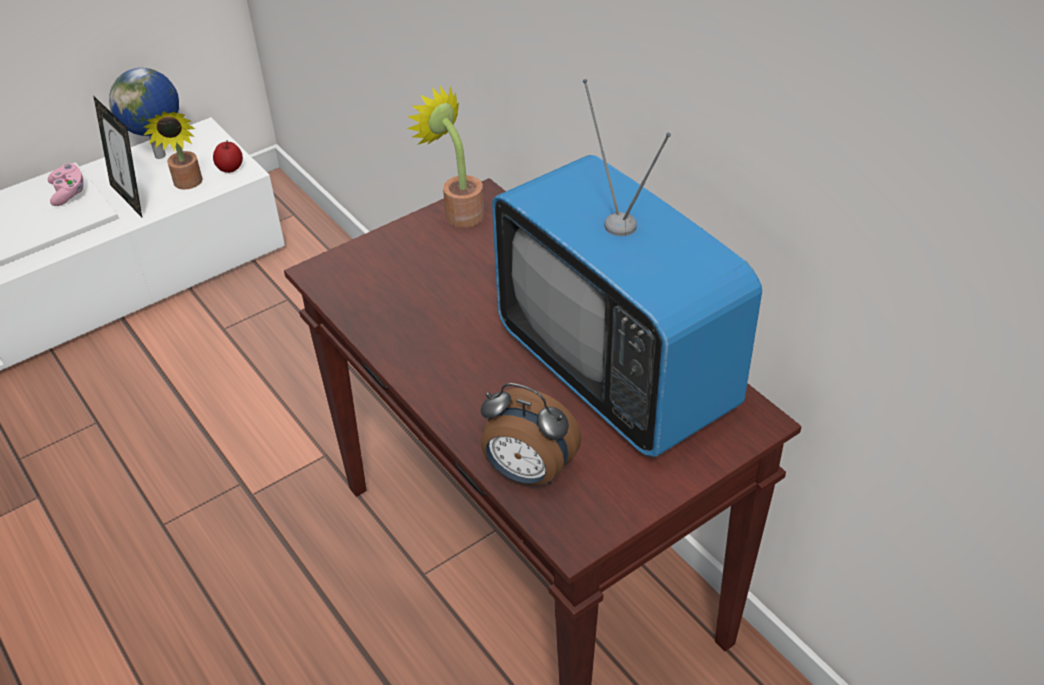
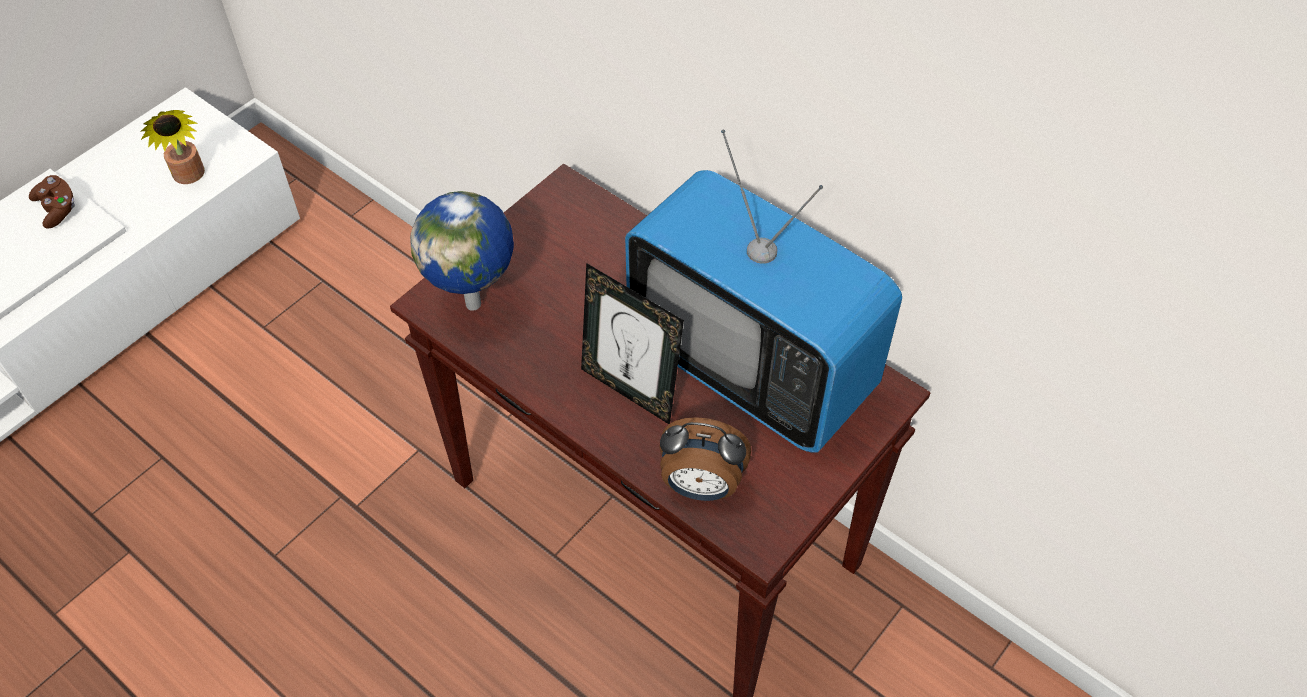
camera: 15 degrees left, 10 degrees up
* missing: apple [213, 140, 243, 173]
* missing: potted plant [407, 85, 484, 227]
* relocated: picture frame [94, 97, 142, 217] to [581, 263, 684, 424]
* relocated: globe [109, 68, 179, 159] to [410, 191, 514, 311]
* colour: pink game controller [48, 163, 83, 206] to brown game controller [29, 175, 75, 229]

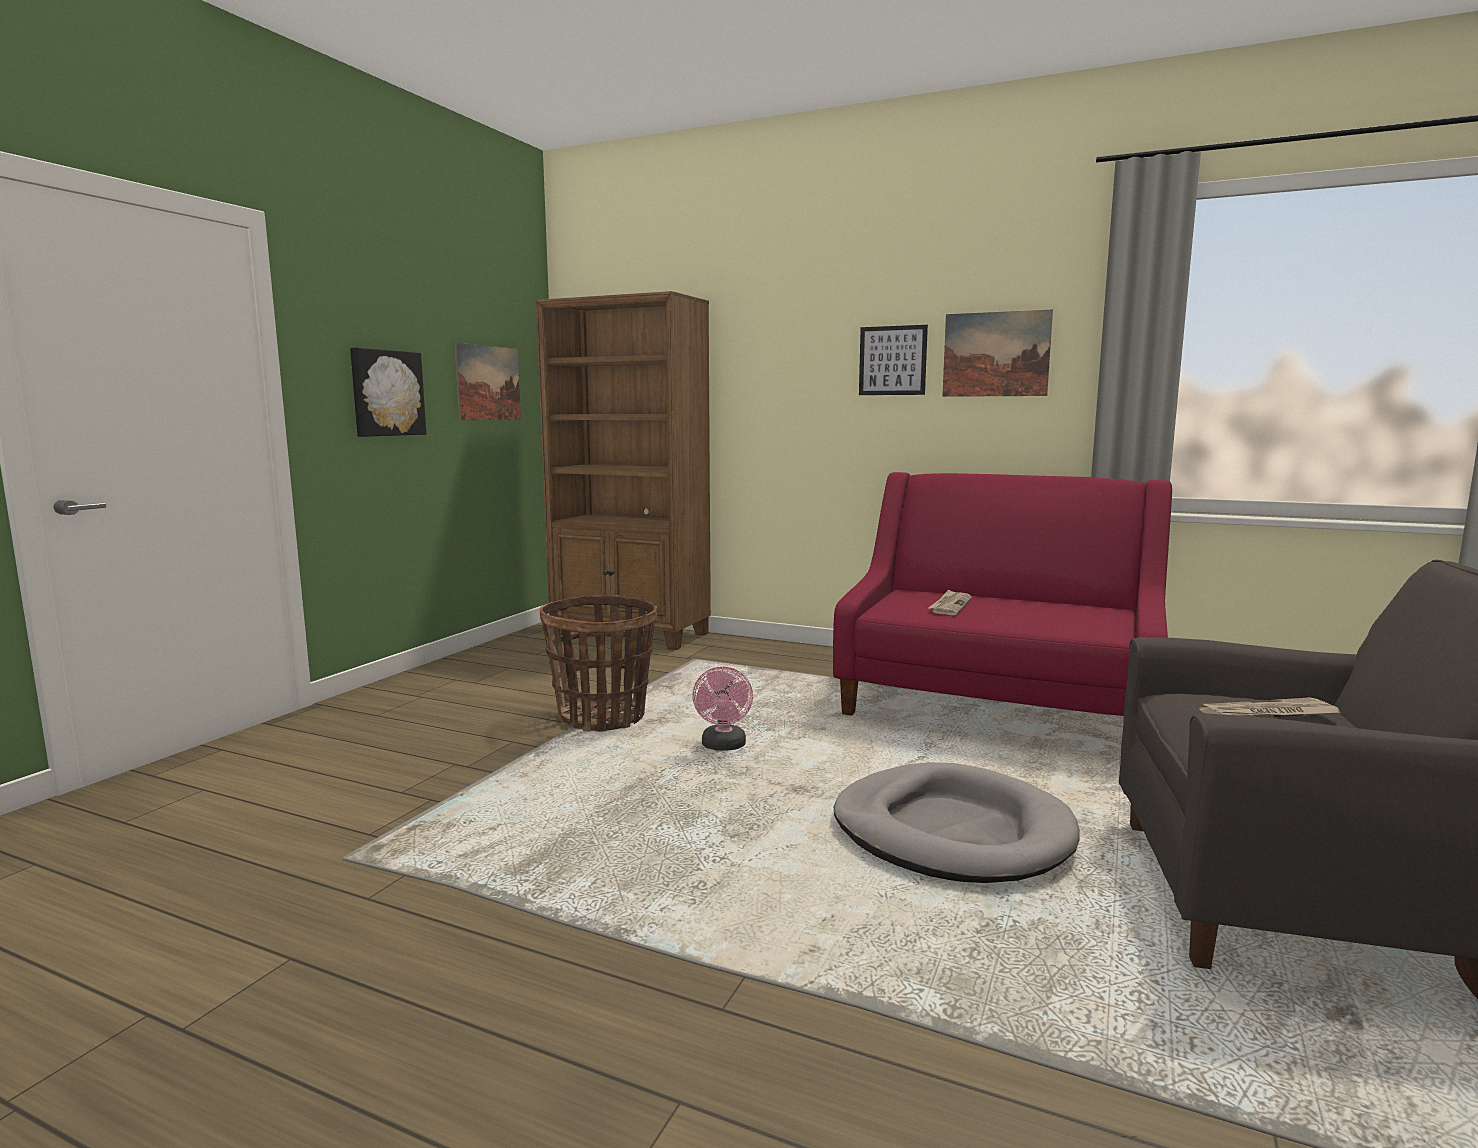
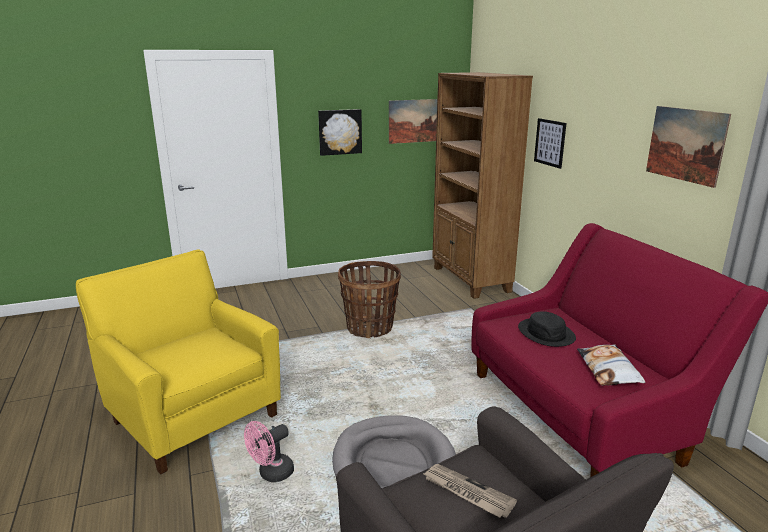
camera: 45 degrees right, 10 degrees up
* appeared: yellow armchair [76, 249, 281, 474]
* appeared: pillow [577, 344, 645, 386]
* relocated: pink fan [692, 666, 753, 751] to [244, 421, 294, 482]
* relocated: picture [859, 325, 928, 395] to [534, 118, 567, 169]
* exchanged: newspaper [928, 590, 972, 615] to black hat [518, 311, 576, 347]

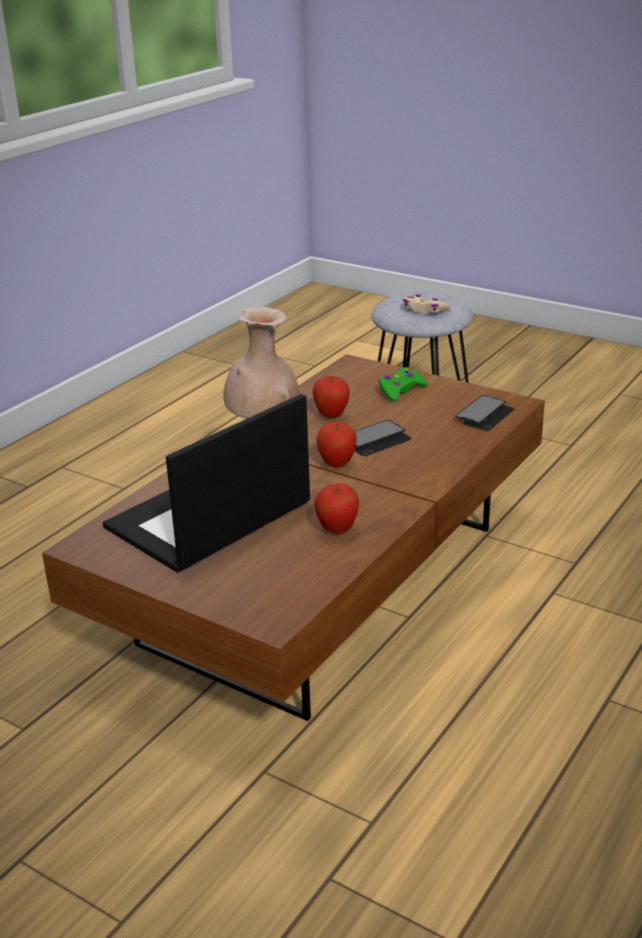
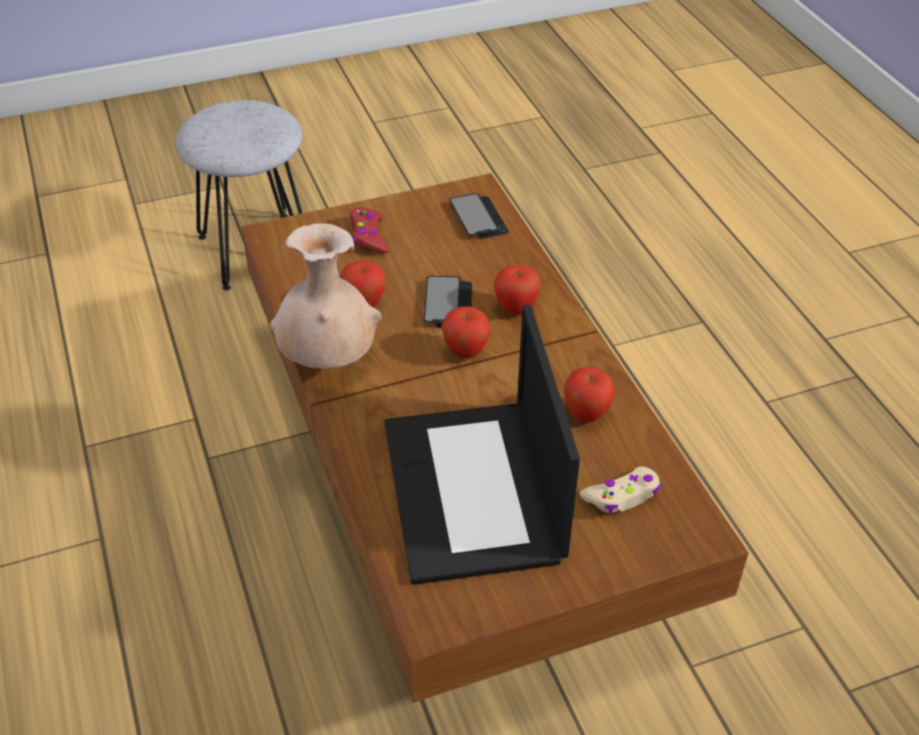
camera: 55 degrees left, 15 degrees up
* appeared: apple [494, 265, 541, 315]
* relocated: beige game controller [403, 295, 451, 314] to [580, 467, 661, 513]
* colour: green game controller [378, 367, 428, 402] to red game controller [350, 208, 389, 254]

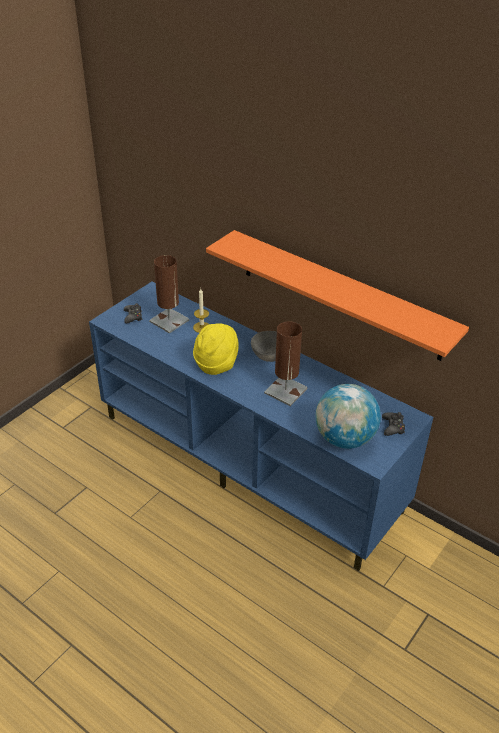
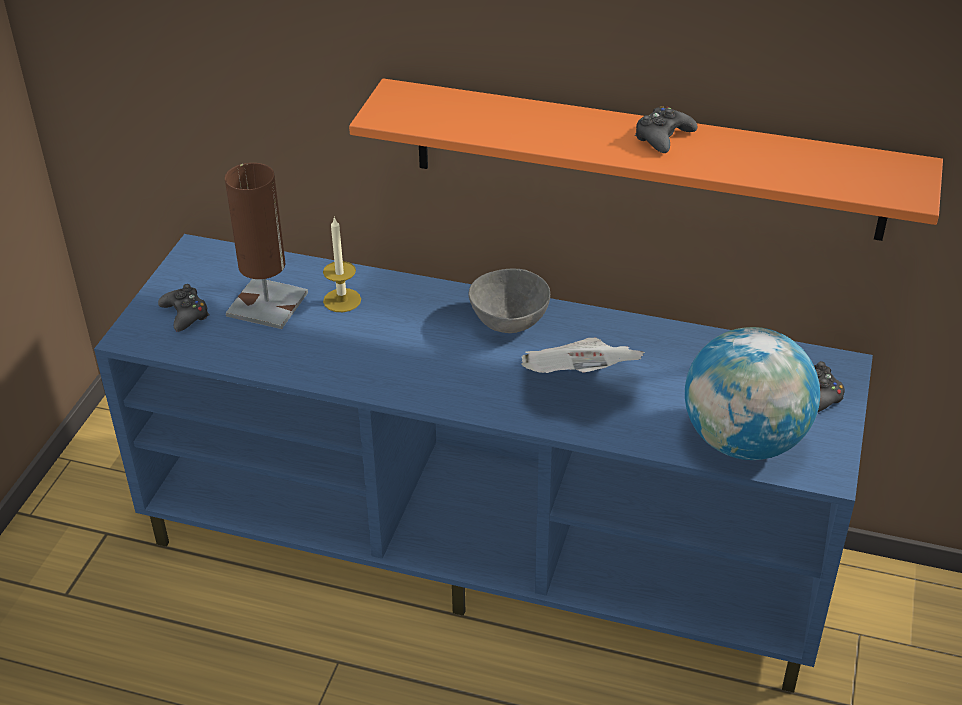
camera: 20 degrees left, 0 degrees up
* missing: yellow hat [193, 323, 239, 375]
* appeared: black game controller [635, 106, 697, 153]
* exchanged: brown table lamp [264, 321, 308, 406] to newspaper [521, 338, 644, 373]

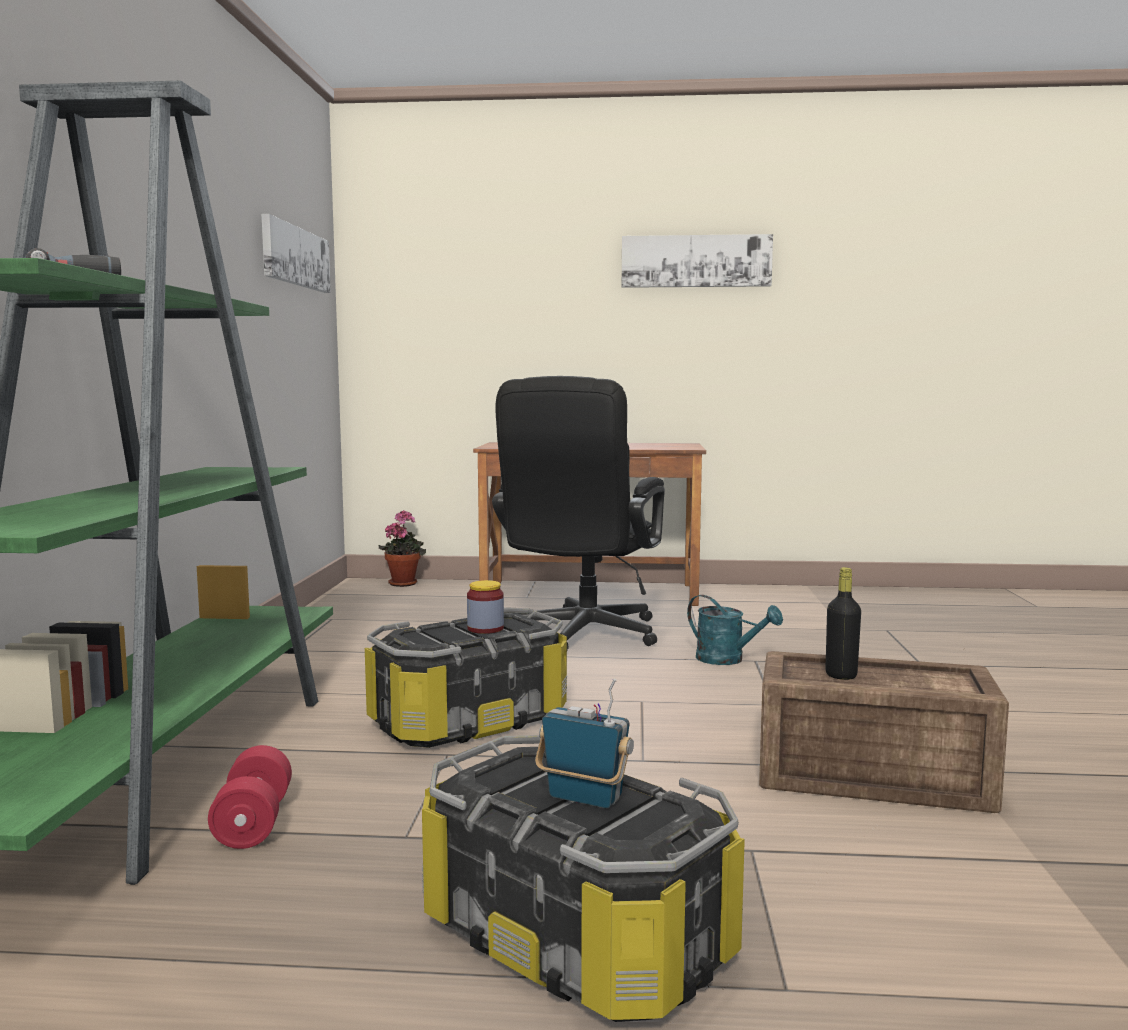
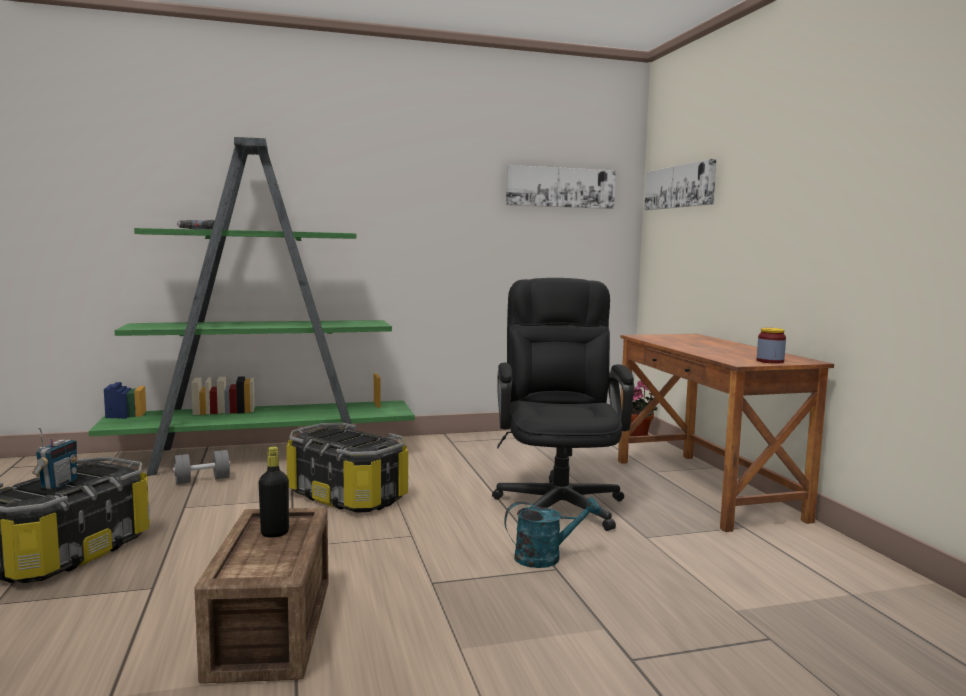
camera: 70 degrees right, 0 degrees up
* relocated: jar [467, 580, 504, 634] to [757, 328, 786, 364]
* relocated: picture [622, 234, 773, 288] to [644, 159, 717, 210]
* colour: red dumbbell [208, 745, 292, 849] to grey dumbbell [173, 450, 230, 484]
* spun: black office chair [492, 376, 665, 649] = [492, 278, 634, 531] 90 degrees clockwise
* spun: turquoise watering can [687, 595, 783, 665] = [504, 497, 601, 568] 120 degrees counterclockwise

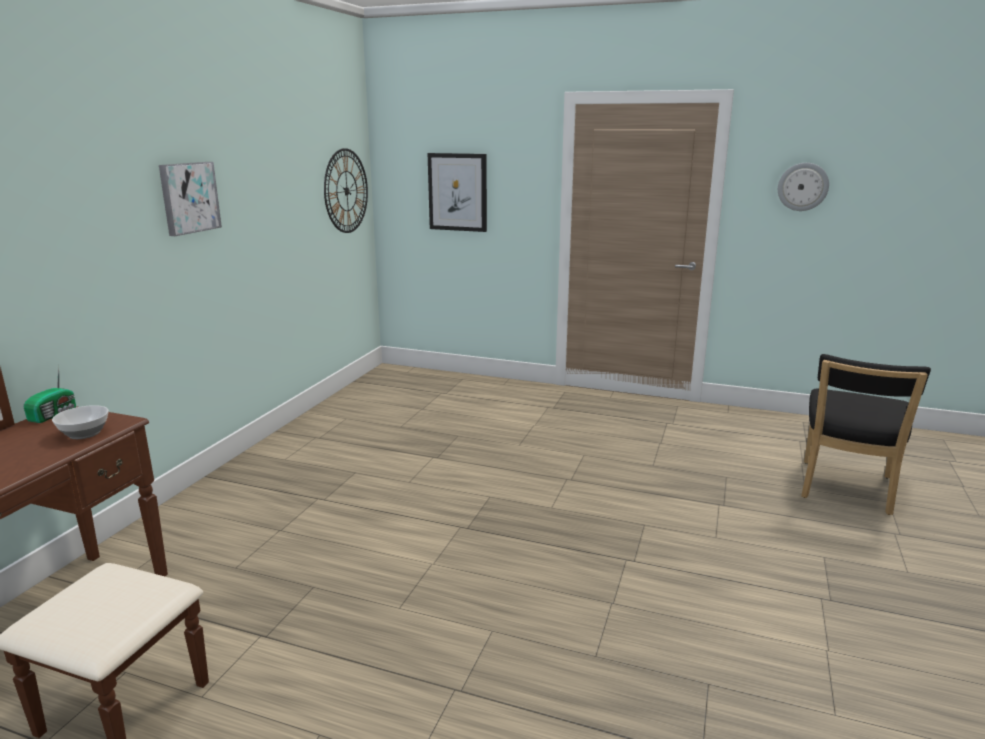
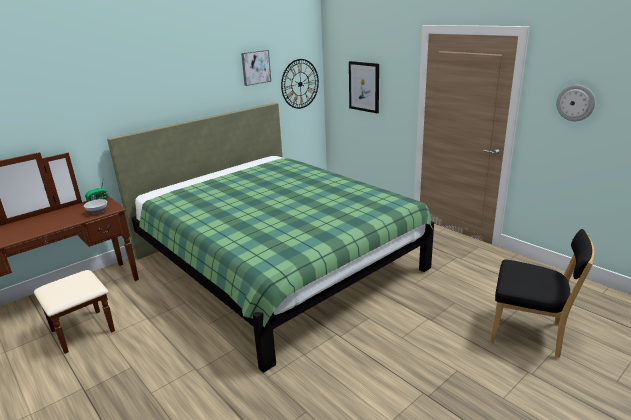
camera: 30 degrees right, 5 degrees up
* appeared: green bed [107, 103, 434, 373]
* relocated: picture [159, 162, 222, 236] to [241, 50, 271, 86]
* spun: black chair [801, 354, 931, 515] = [490, 229, 594, 358] 120 degrees counterclockwise

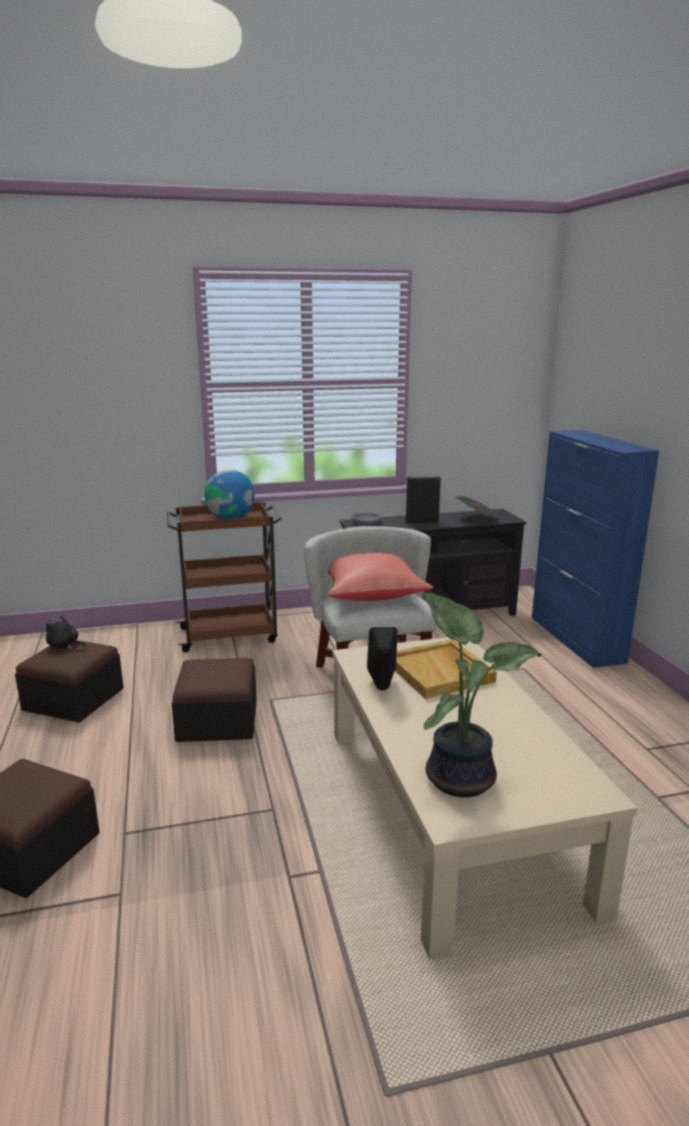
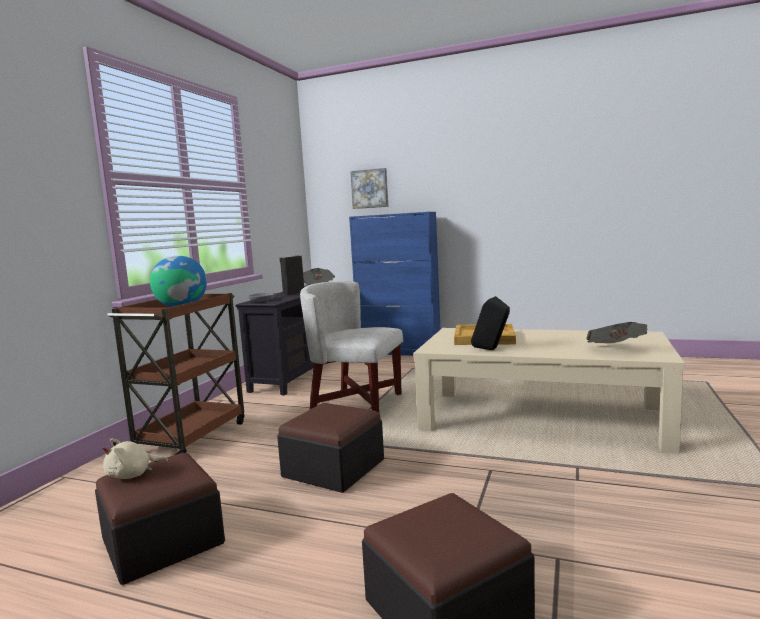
camera: 55 degrees left, 10 degrees down
* missing: red pillow [328, 553, 434, 601]
* appeared: picture [350, 168, 388, 209]
* exchanged: potted plant [421, 593, 541, 797] to newspaper [586, 322, 648, 343]
* colour: black plush toy [46, 616, 86, 649] to beige plush toy [102, 439, 168, 479]

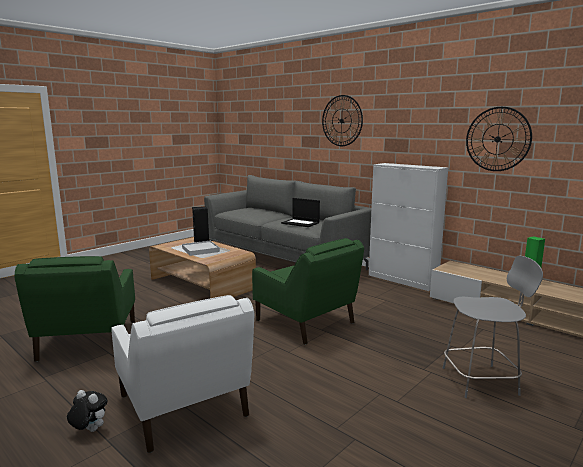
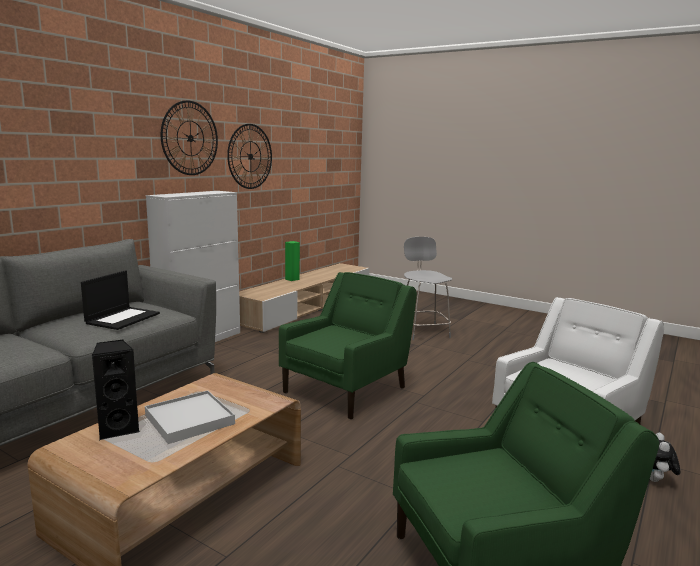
camera: 100 degrees left, 0 degrees up
* relocated: wall clock [322, 95, 363, 146] to [161, 100, 218, 175]

